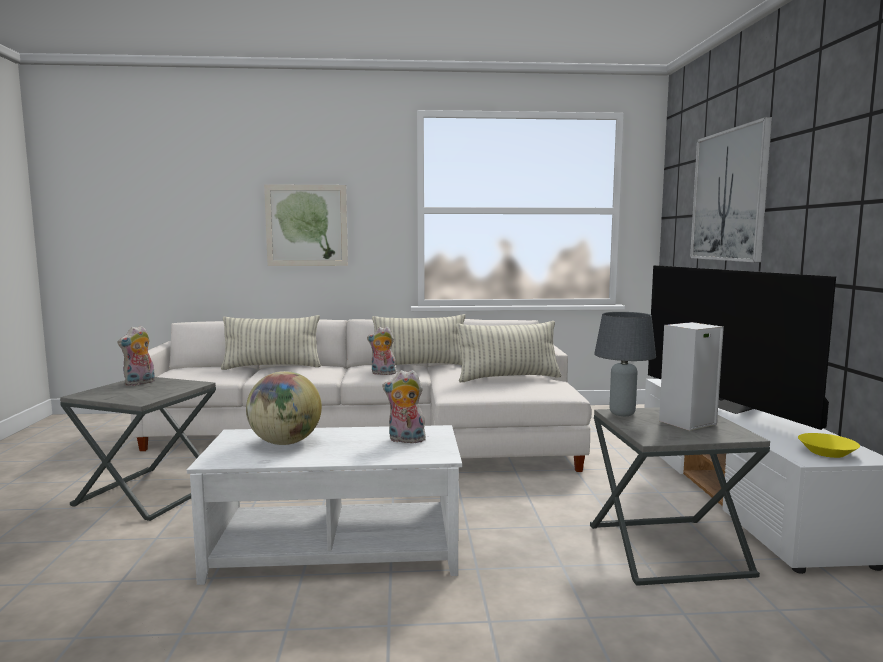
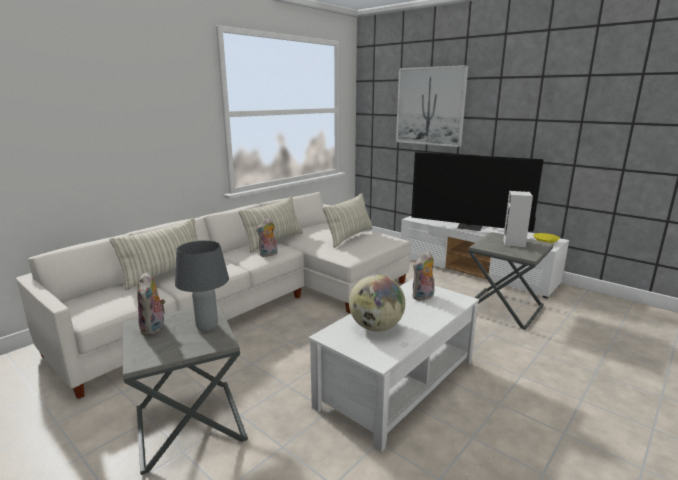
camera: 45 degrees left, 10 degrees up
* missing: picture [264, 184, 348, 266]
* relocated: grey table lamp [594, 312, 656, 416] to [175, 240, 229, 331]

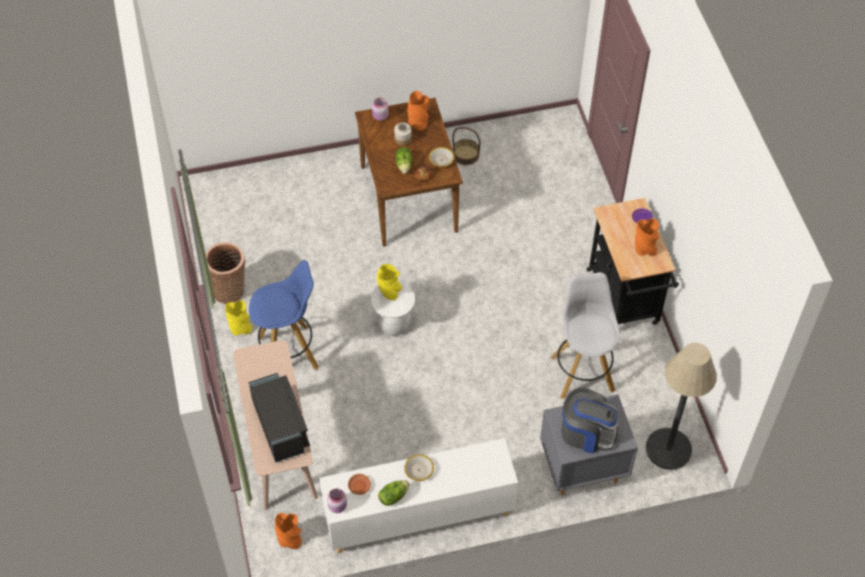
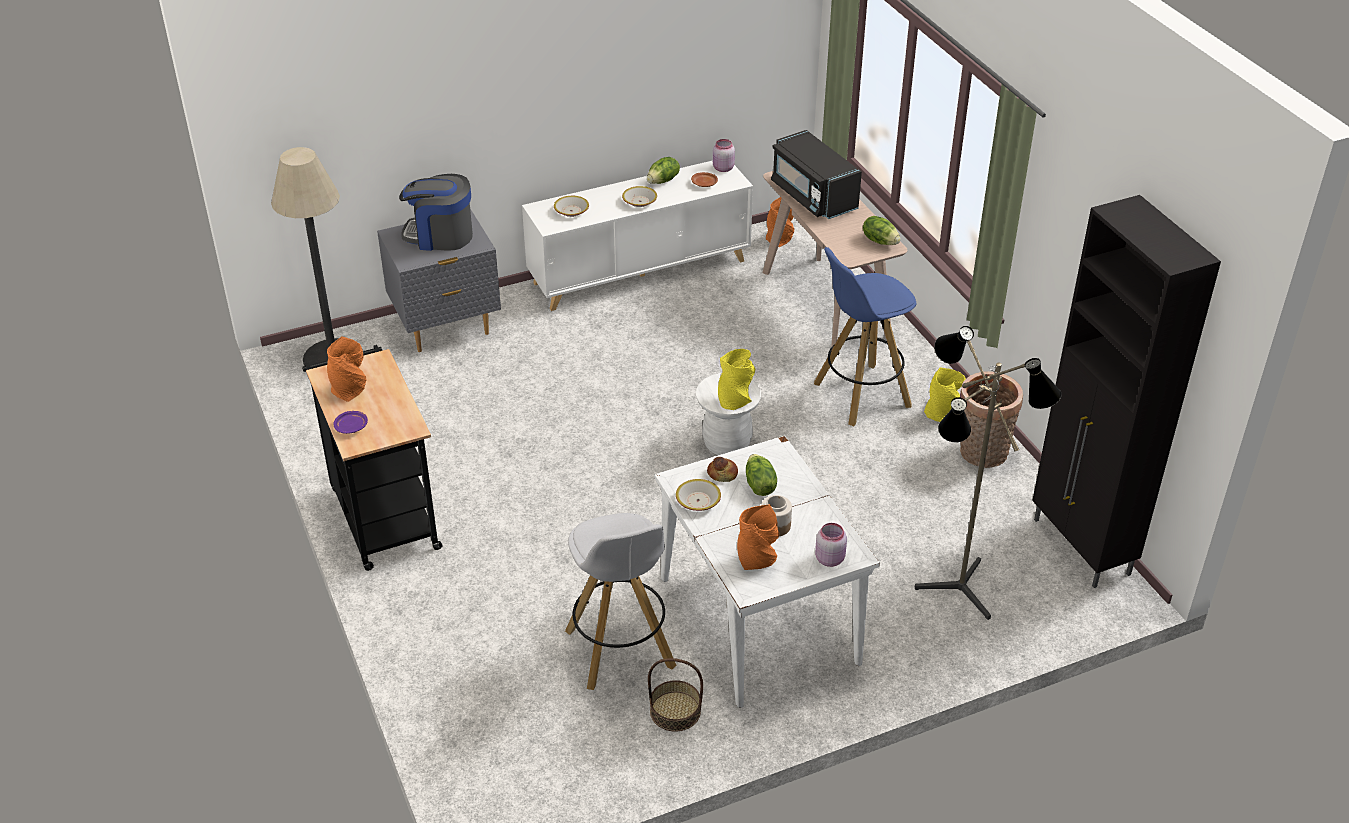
camera: 170 degrees right, 15 degrees down
* appeared: bowl [554, 196, 589, 217]
* appeared: lettuce [863, 216, 901, 245]
* appeared: floor lamp [915, 326, 1062, 620]
* appeared: black cabinet [1032, 195, 1221, 588]
* relocated: white stool [551, 272, 620, 399] to [565, 513, 677, 690]
* colour: brown dining table [355, 98, 463, 247] to white dining table [654, 436, 880, 708]

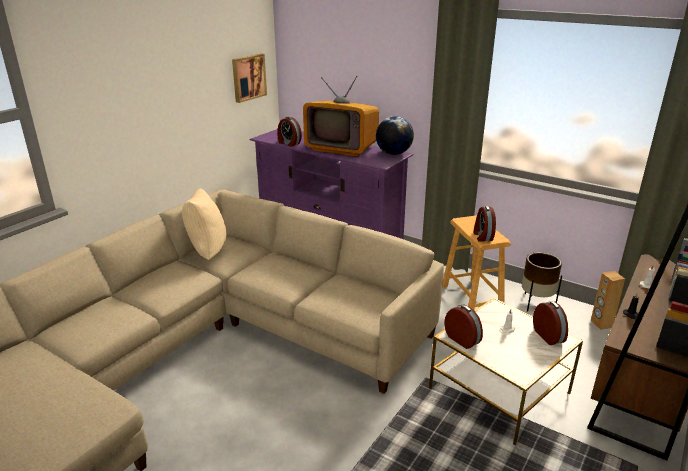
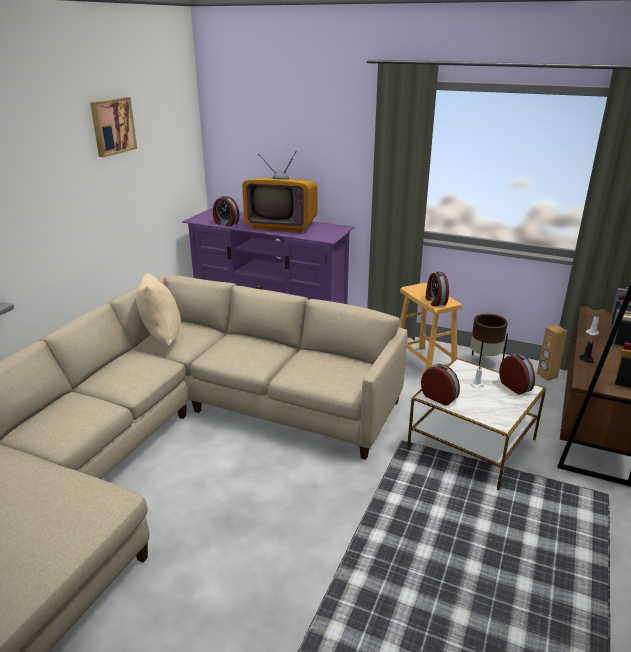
camera: 10 degrees left, 0 degrees up
* missing: globe [376, 116, 414, 155]
* relocated: picture [232, 53, 267, 103] to [90, 97, 137, 157]

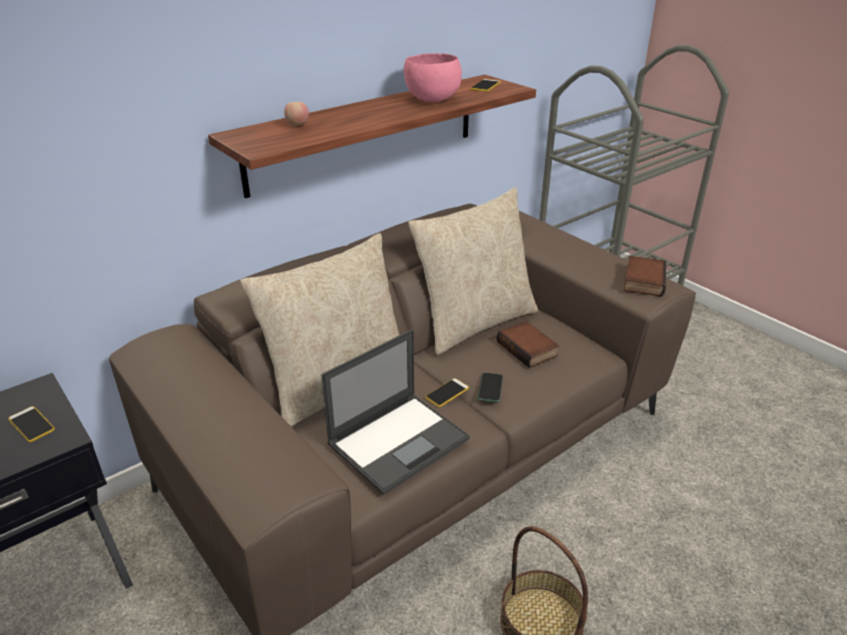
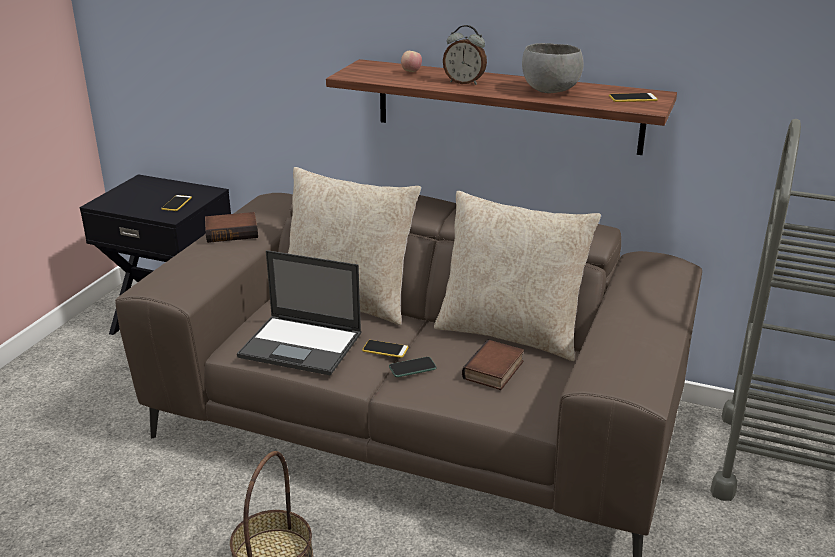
camera: 60 degrees right, 5 degrees down
* appeared: alarm clock [443, 25, 487, 85]
* relocated: book [624, 256, 666, 297] to [205, 212, 258, 243]
* colour: pink bowl [404, 53, 462, 102] to grey bowl [522, 43, 584, 93]

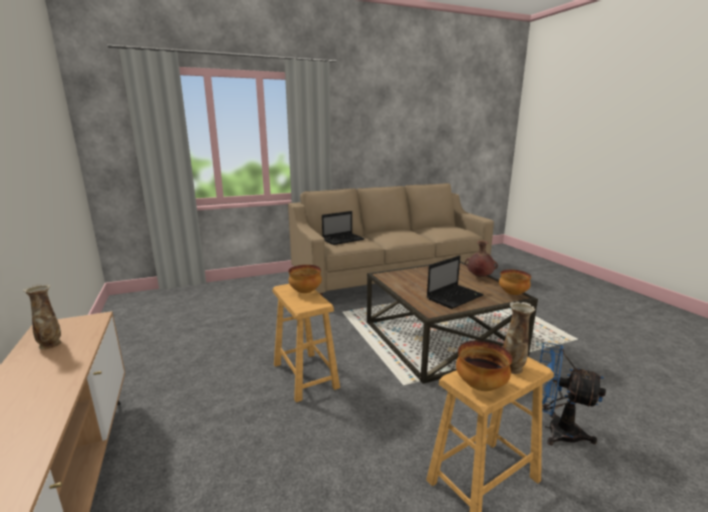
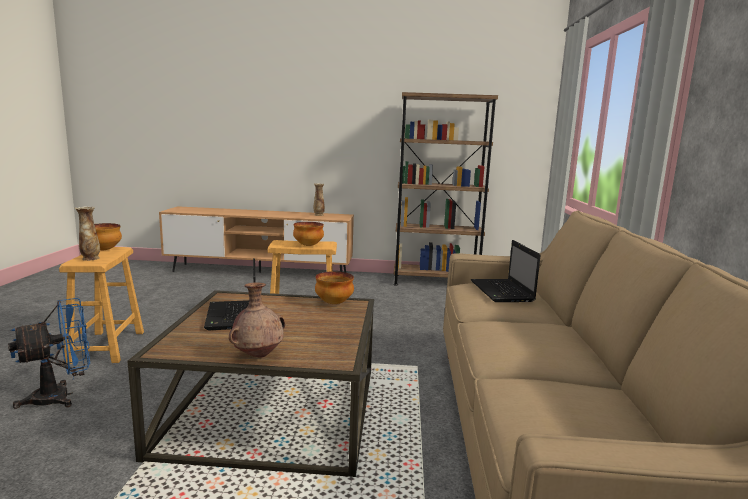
camera: 115 degrees right, 5 degrees down
* appeared: brown bookcase [393, 92, 498, 286]
* relocated: bowl [499, 269, 531, 295] to [315, 271, 354, 304]

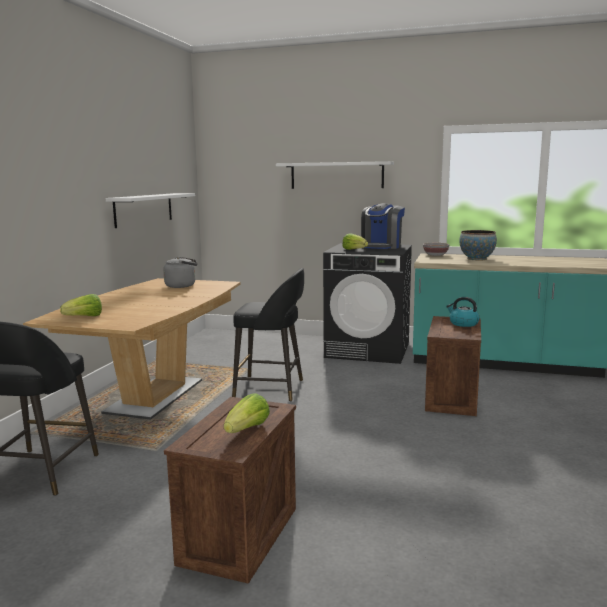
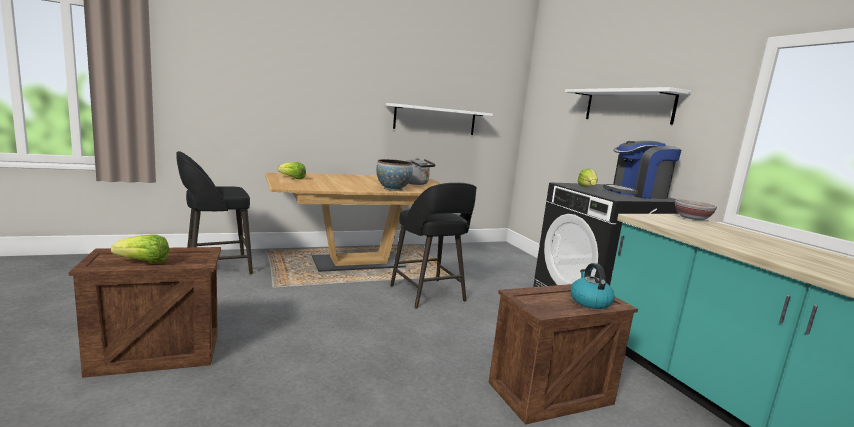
camera: 50 degrees right, 0 degrees up
* relocated: bowl [459, 230, 497, 261] to [376, 159, 413, 191]

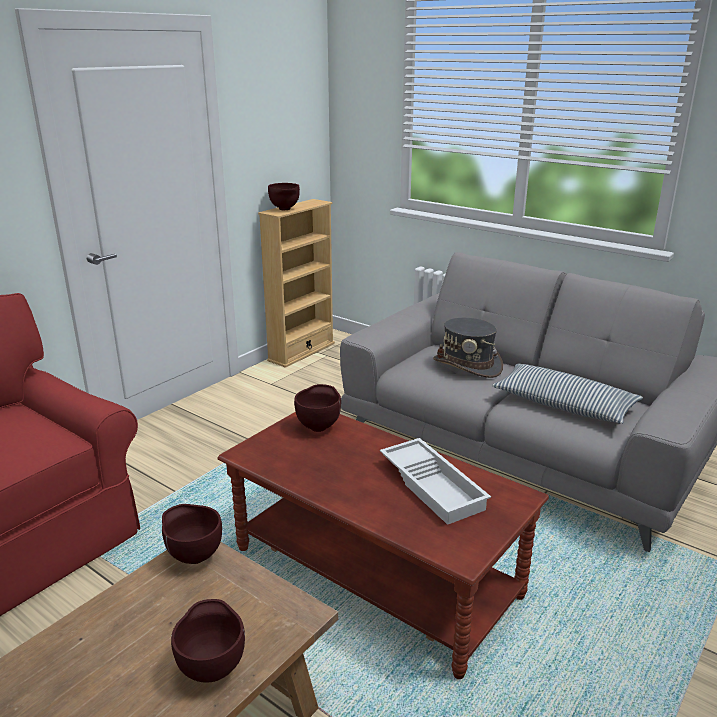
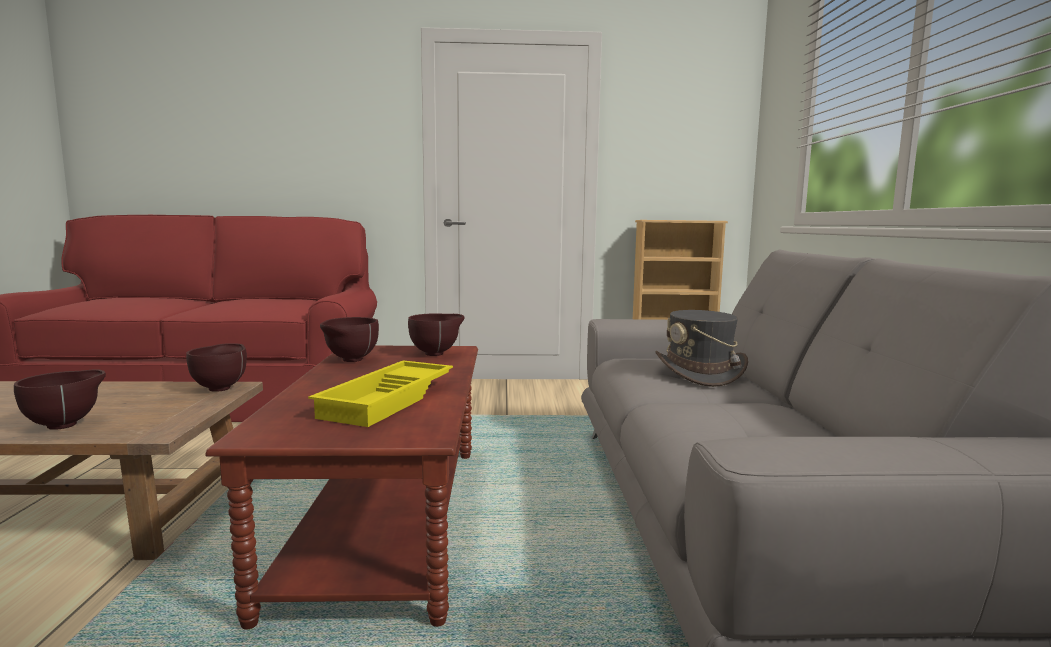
camera: 50 degrees right, 15 degrees down
* missing: pillow [492, 364, 643, 424]
* relocated: brown bowl [268, 183, 300, 210] to [320, 317, 379, 362]
* colour: white tray [380, 438, 491, 525] to yellow tray [308, 360, 453, 427]

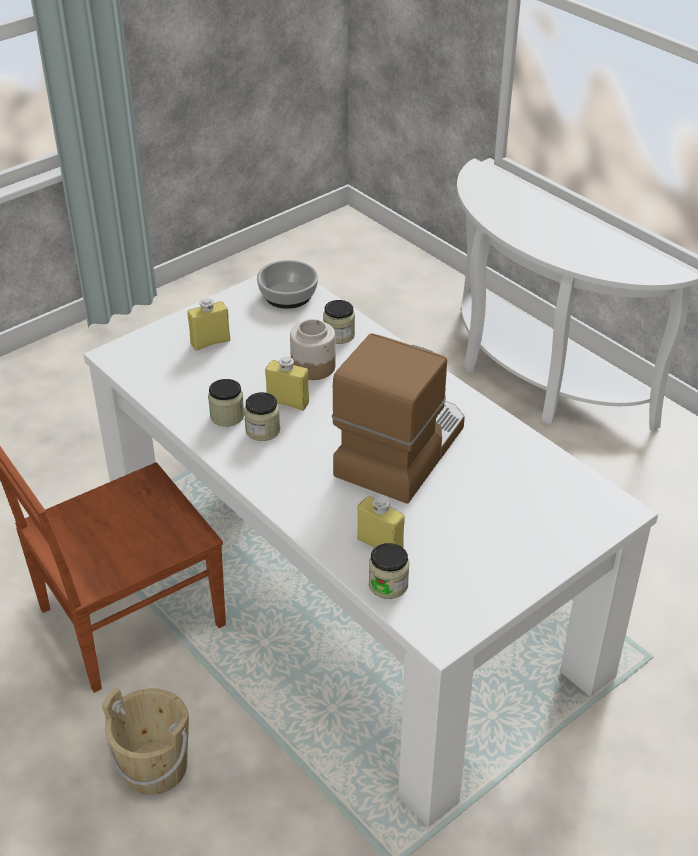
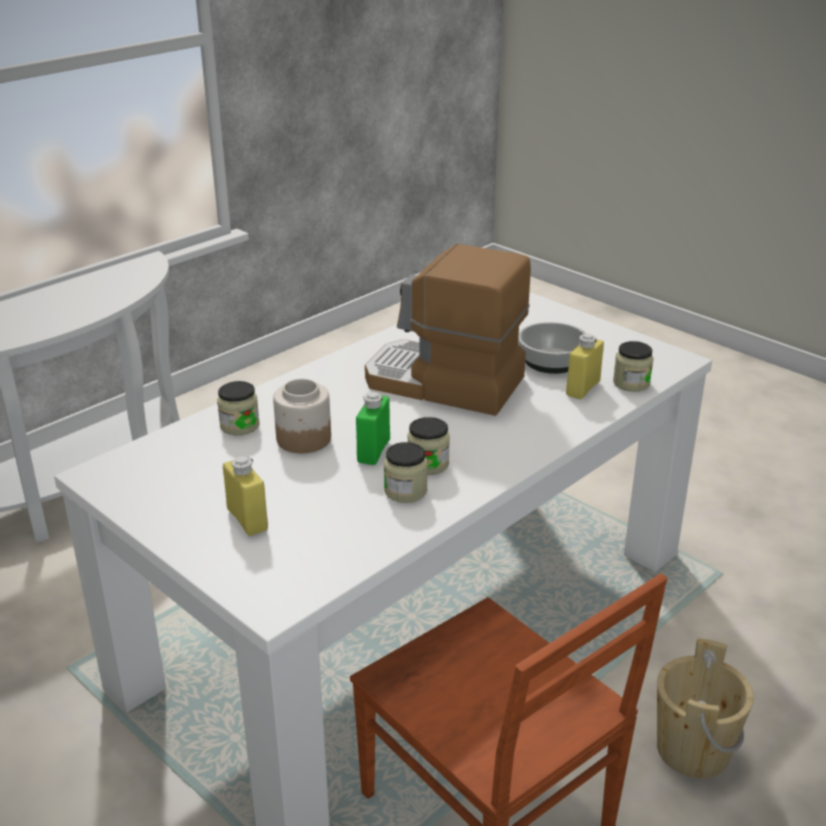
camera: 95 degrees left, 10 degrees down
* relocated: bowl [257, 260, 318, 309] to [518, 322, 586, 374]
* colour: yellow bottle [265, 357, 309, 411] to green bottle [356, 392, 390, 465]

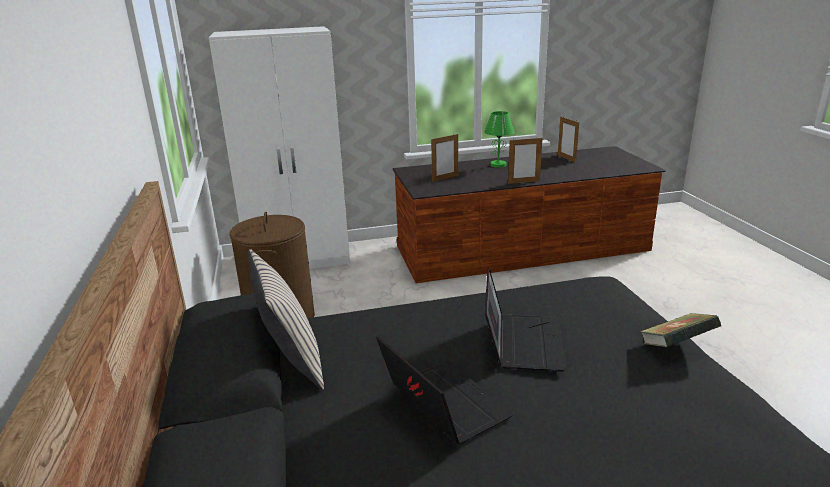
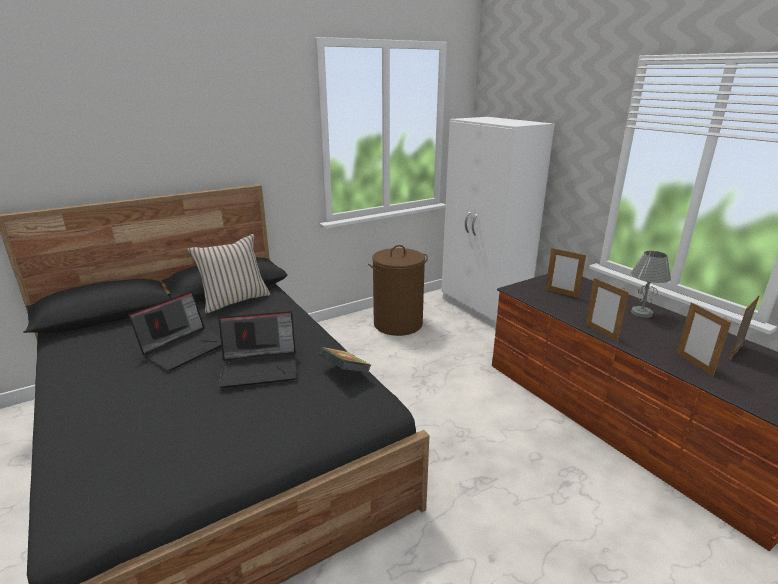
camera: 70 degrees right, 0 degrees up
* appeared: picture frame [677, 302, 731, 377]
* relocated: book [640, 313, 721, 347] to [319, 347, 371, 373]
* colour: green table lamp [484, 111, 514, 168] to grey table lamp [631, 251, 671, 318]

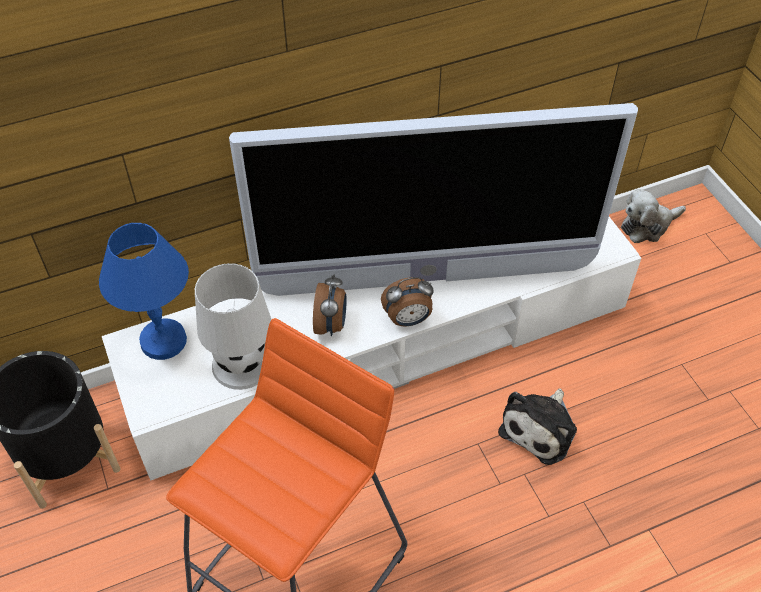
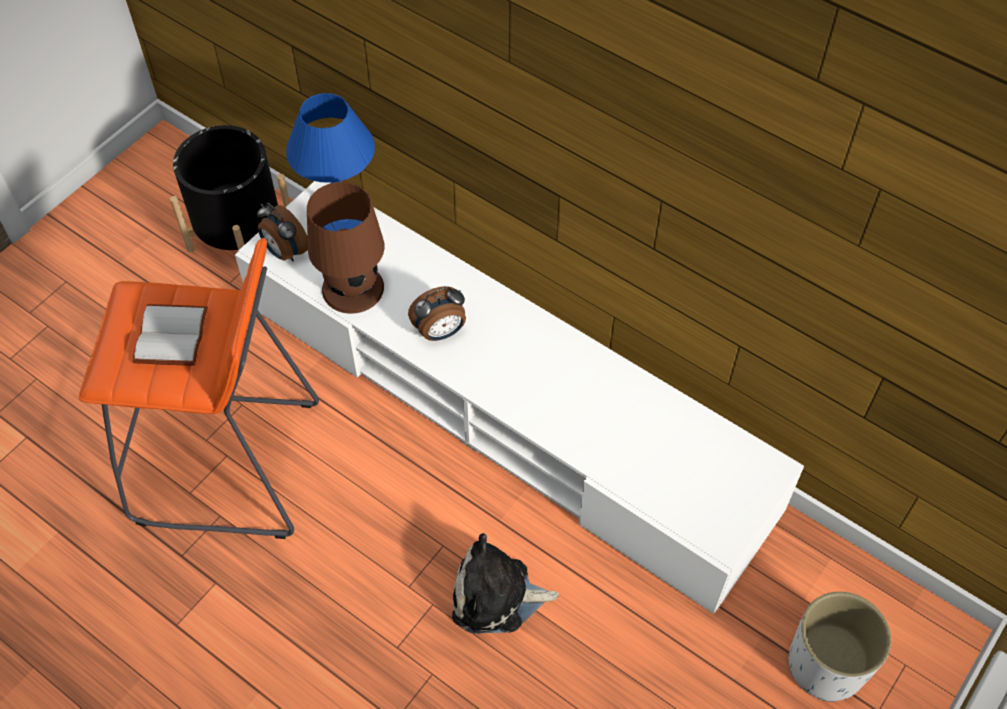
camera: 60 degrees right, 5 degrees up
* missing: television [229, 103, 638, 296]
* missing: plush toy [621, 189, 686, 243]
* appeared: white book [132, 304, 208, 366]
* appeared: white planter [788, 592, 891, 702]
* relocated: alarm clock [381, 277, 434, 326] to [257, 203, 308, 261]
* colour: white table lamp [195, 263, 272, 390] to brown table lamp [307, 182, 385, 314]

